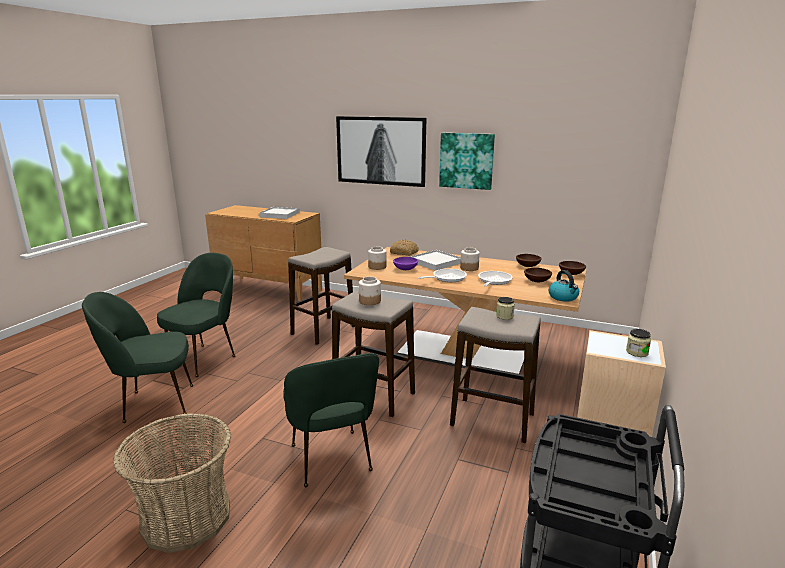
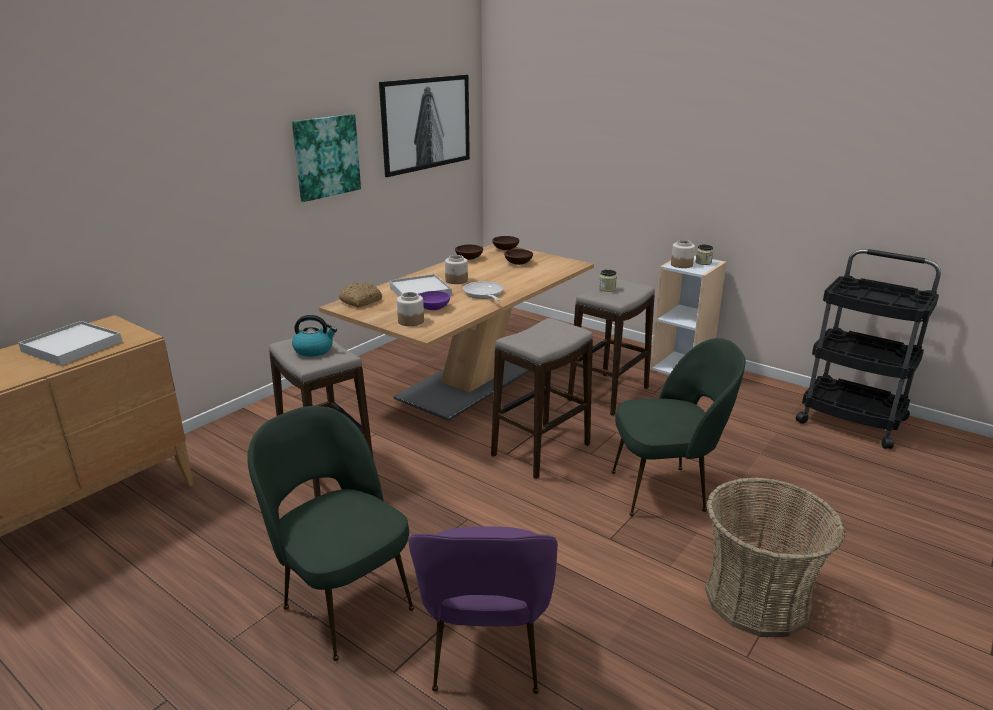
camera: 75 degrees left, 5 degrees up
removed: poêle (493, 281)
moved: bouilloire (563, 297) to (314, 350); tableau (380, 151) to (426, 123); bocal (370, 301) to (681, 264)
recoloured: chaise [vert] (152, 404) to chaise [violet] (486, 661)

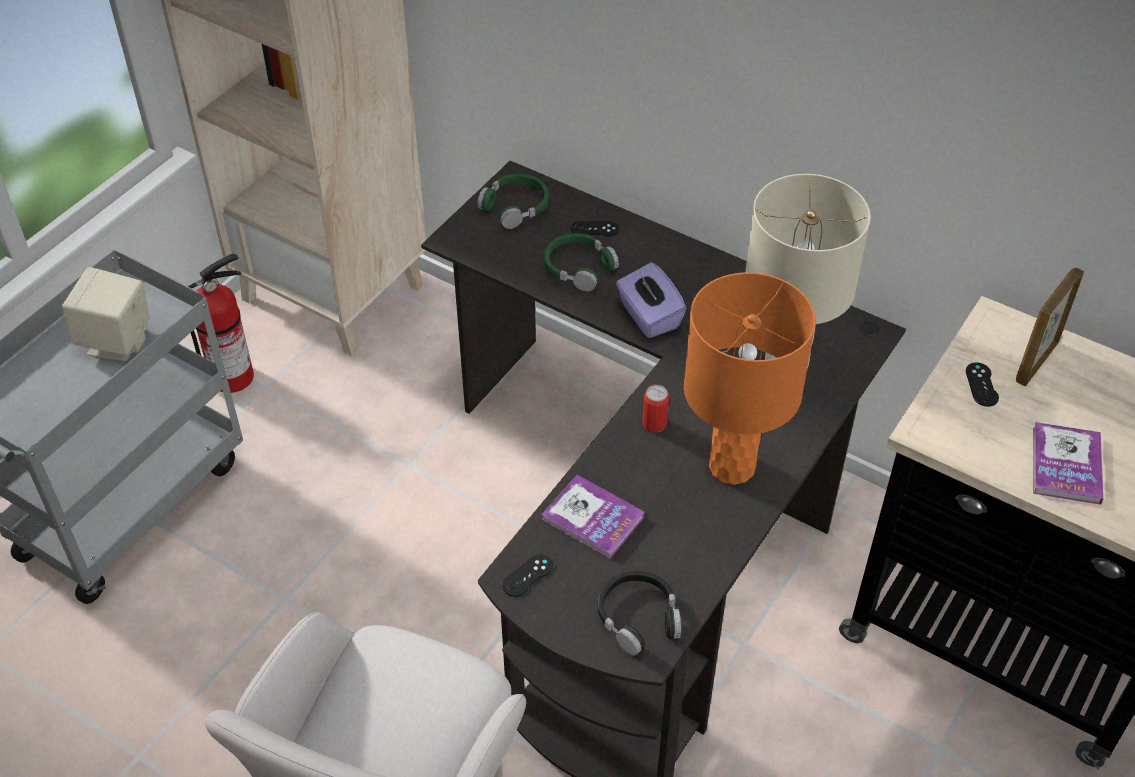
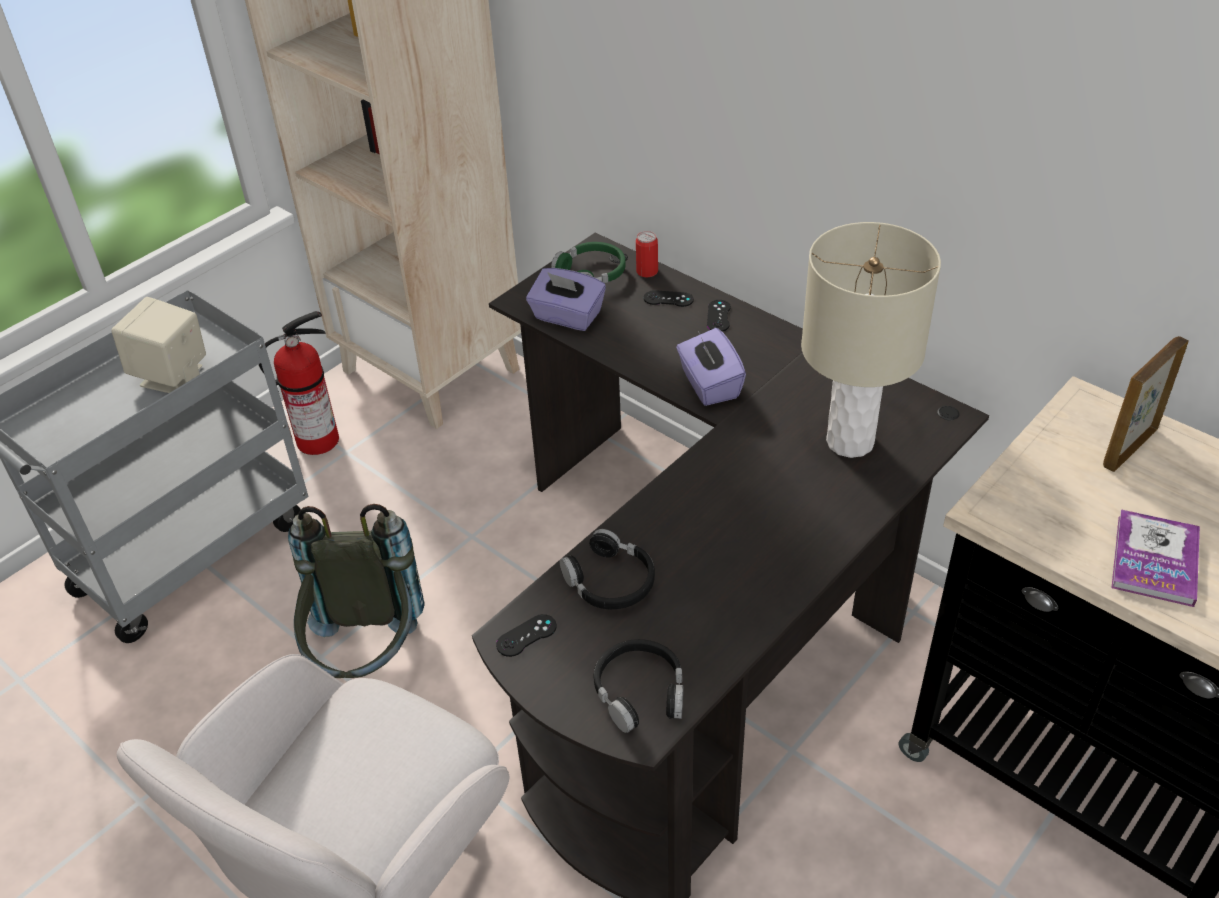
camera: 10 degrees right, 5 degrees down
removed: casque audio [vert] (578, 267); lampe de table [orange] (731, 466)
added: sac à dos [gris] (367, 659); boîte à mouchoirs [violet] (567, 317)
moved: boîte métallique (654, 424) to (647, 271); manette [noir] (981, 384) to (718, 316)
replaced: livre (593, 518) to casque audio [noir] (610, 581)

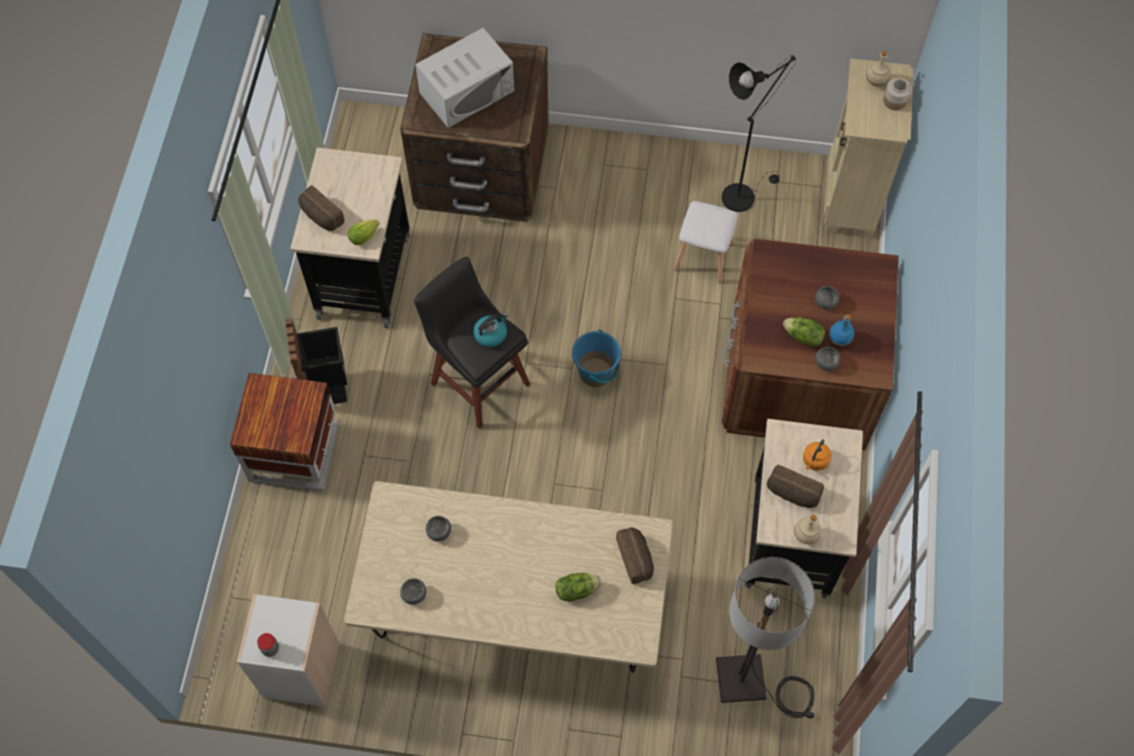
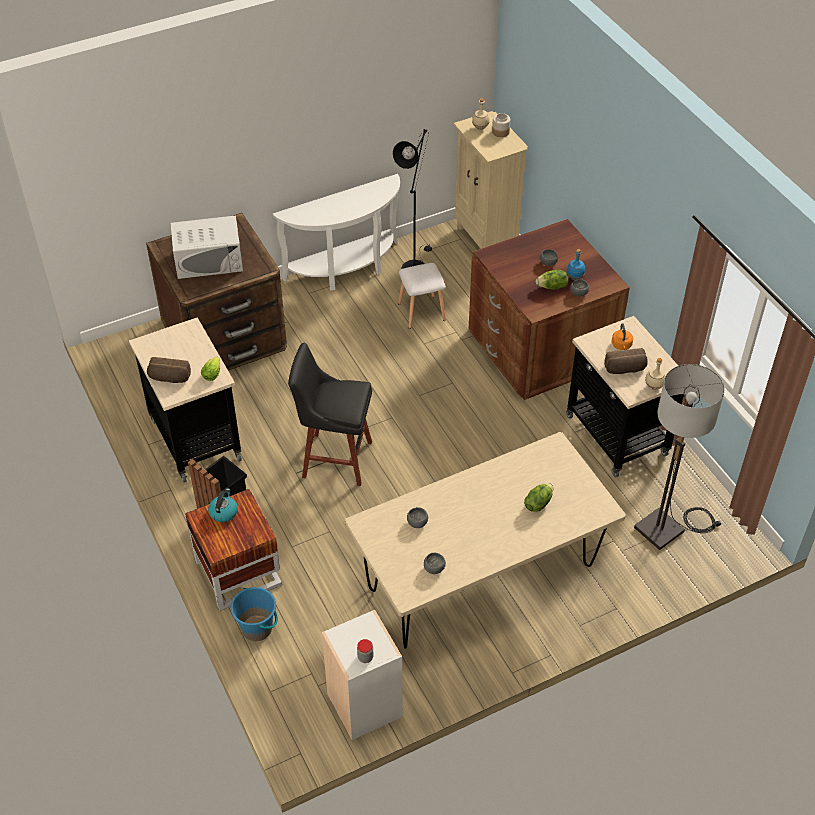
camera: 35 degrees left, 15 degrees down
removed: pain (636, 558)
added: table console [blanc] (347, 270)
moved: bouilloire (491, 334) to (223, 512); seau [bleu] (596, 373) to (257, 628)
turned: micro-ondes [blanc] (467, 91) = (209, 260) 60 degrees clockwise

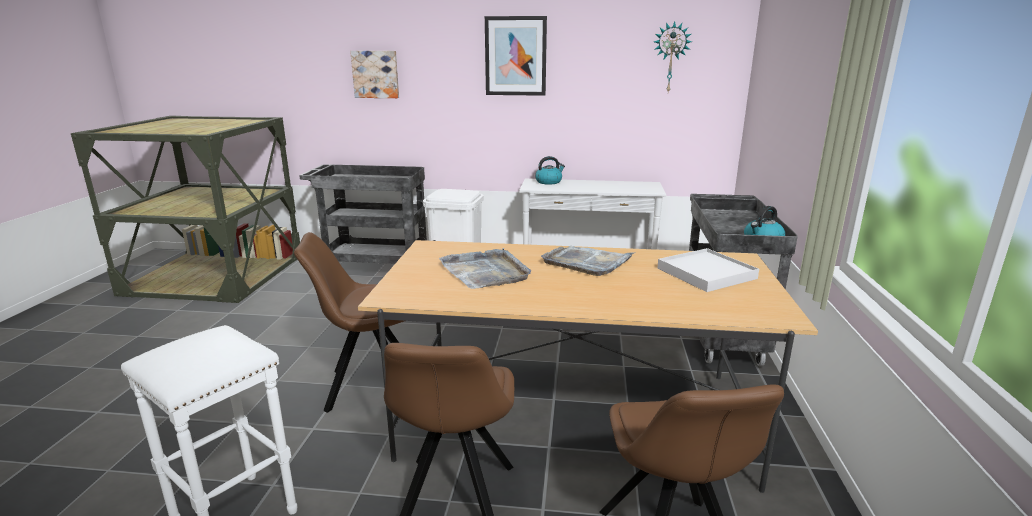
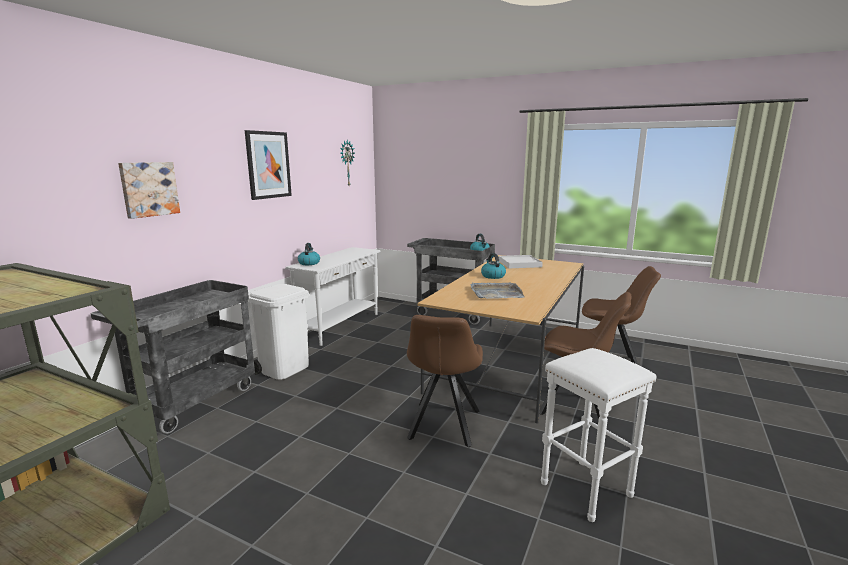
camera: 70 degrees left, 5 degrees down
replaced: plateau [gris] (587, 262) to bouilloire (492, 276)

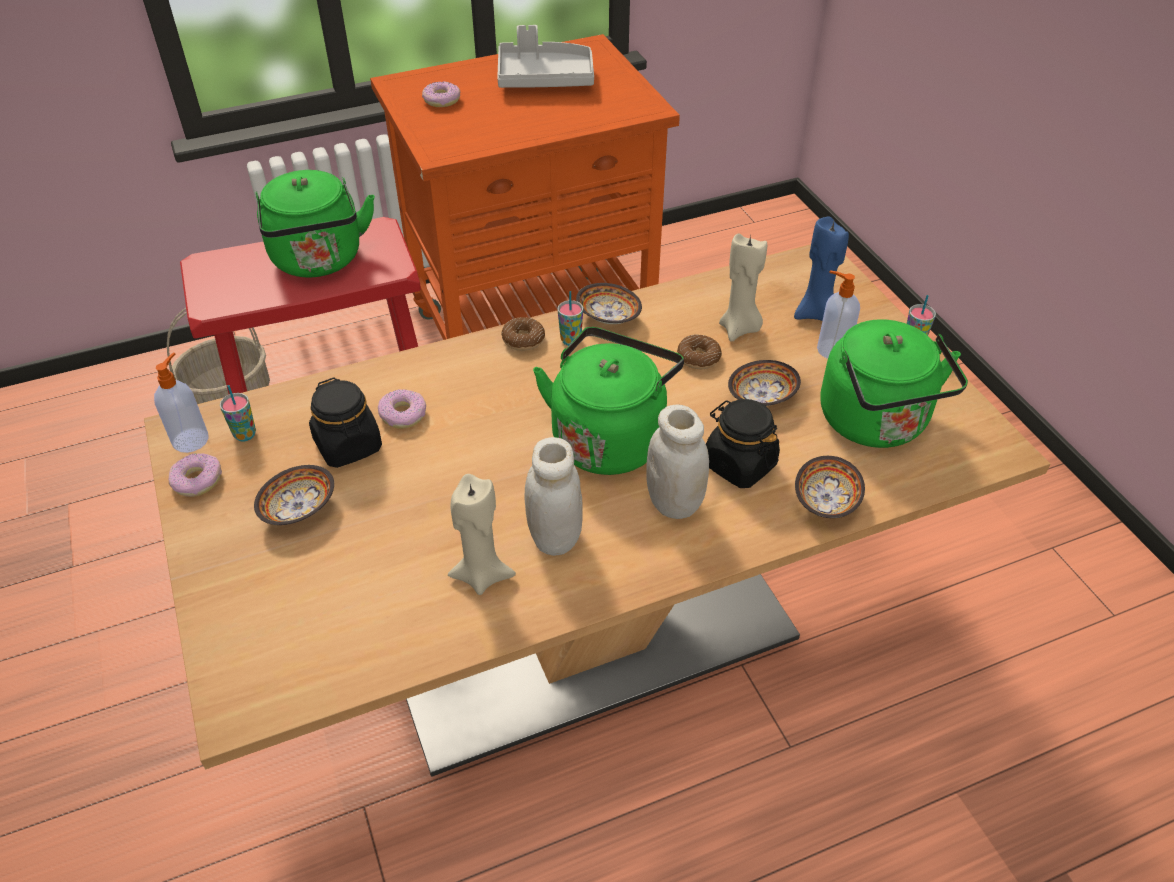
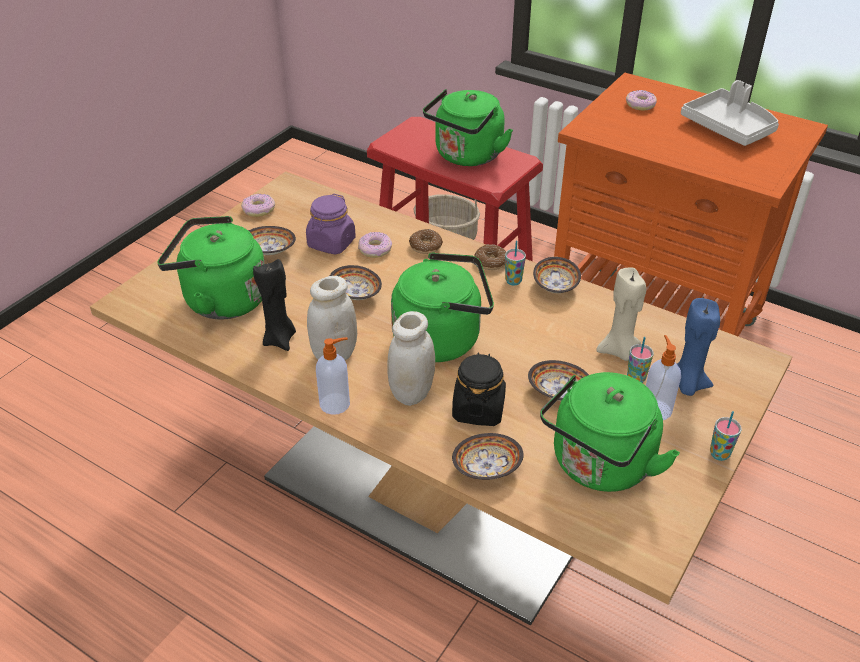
camera: 55 degrees right, 5 degrees down
added: bouilloire [vert] (220, 300); bol (356, 293)
moved: distributeur de savon (191, 439) to (336, 403); beignet (698, 358) to (425, 246); tasse (245, 435) to (635, 379)
recoloured: bougie [beige] (482, 575) to bougie [noir] (280, 339); bocal [noir] (348, 445) to bocal [violet] (331, 243)

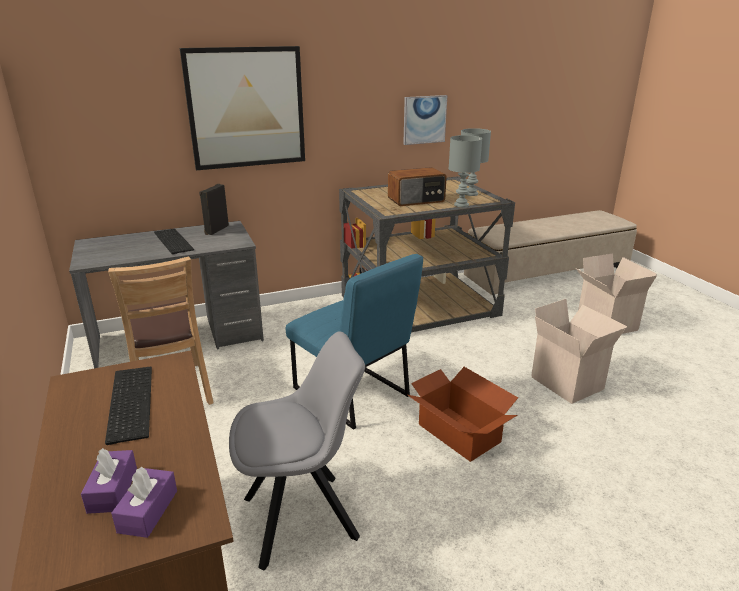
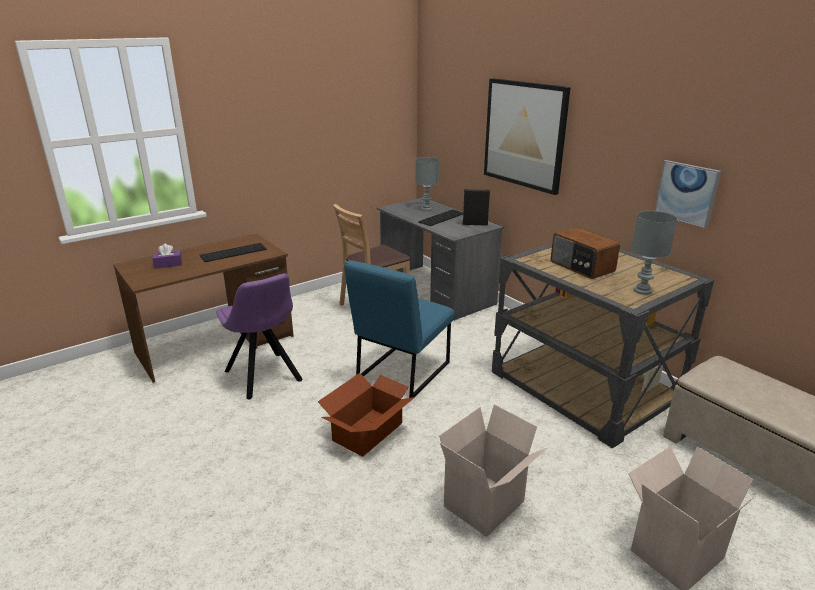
camera: 75 degrees right, 0 degrees up
removed: boîte à mouchoirs [violet] (148, 511)
moved: lampe de table [gris] (461, 205) to (427, 209)
recoloured: chaise [gris] (301, 518) to chaise [violet] (264, 376)

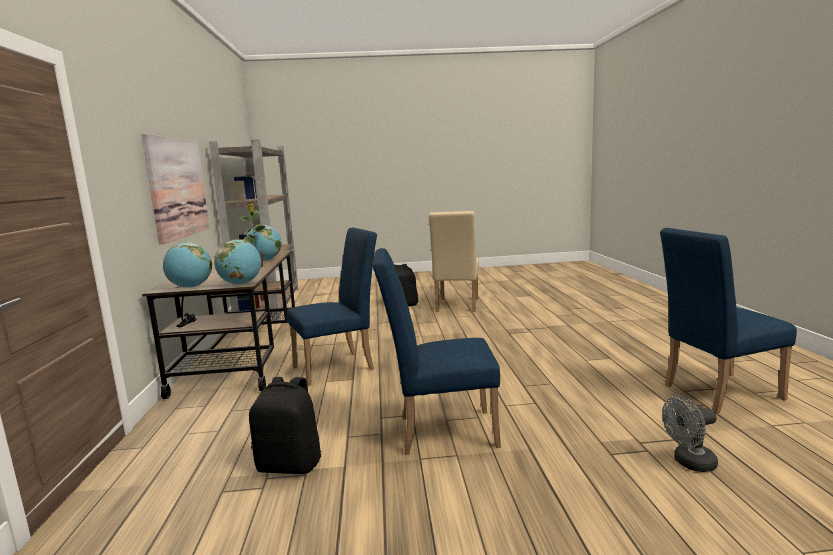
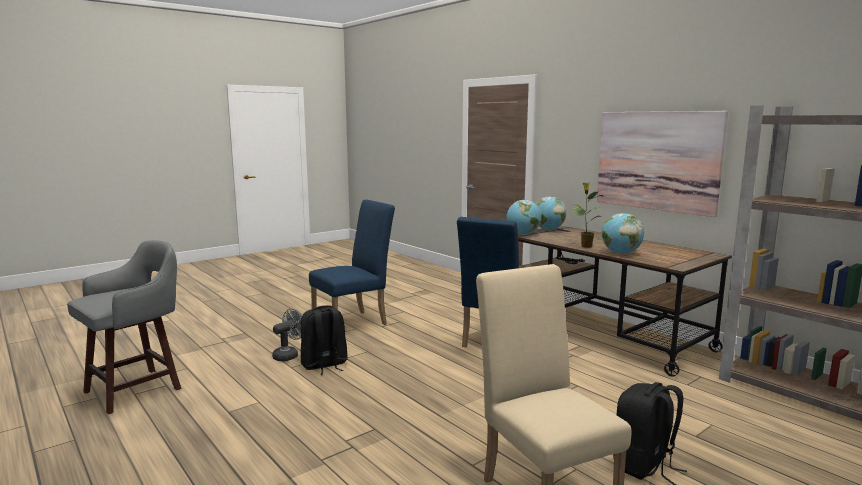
camera: 145 degrees right, 0 degrees up
moved: ventilateur [gris] (689, 463) to (289, 355); sac à dos [noir] (290, 464) to (324, 365)
replaced: chaise [bleu] (715, 392) to tabouret [gris] (137, 389)

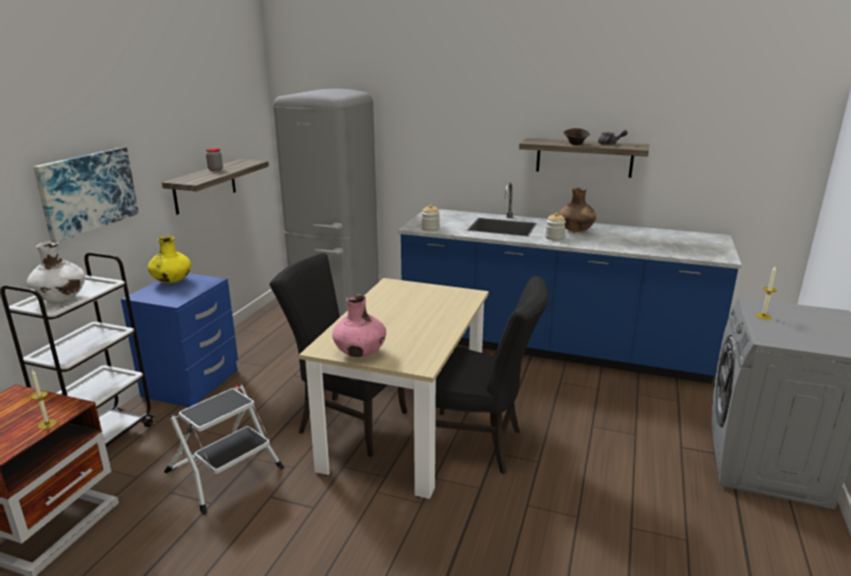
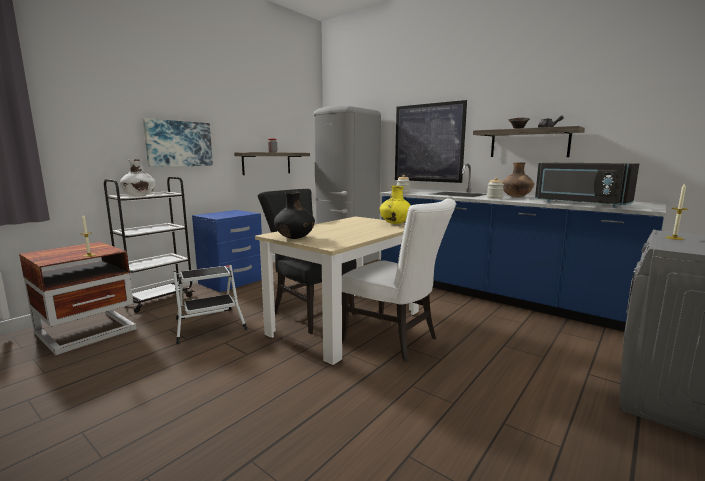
camera: 20 degrees right, 10 degrees down
added: tableau (428, 143); micro-ondes [noir] (580, 204)
moved: vase [jaune] (171, 281) to (395, 223)
recoloured: vase [rose] (360, 353) to vase [noir] (295, 238); chaise [noir] (476, 444) to chaise [blanc] (395, 340)

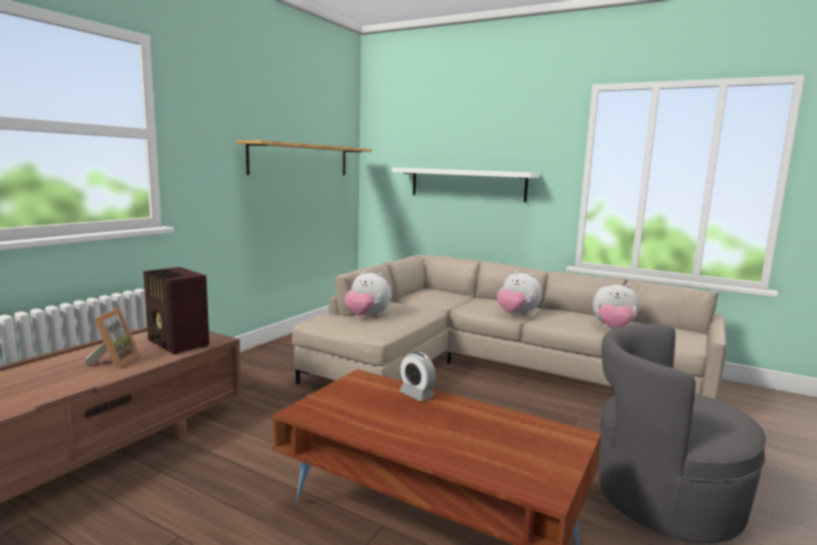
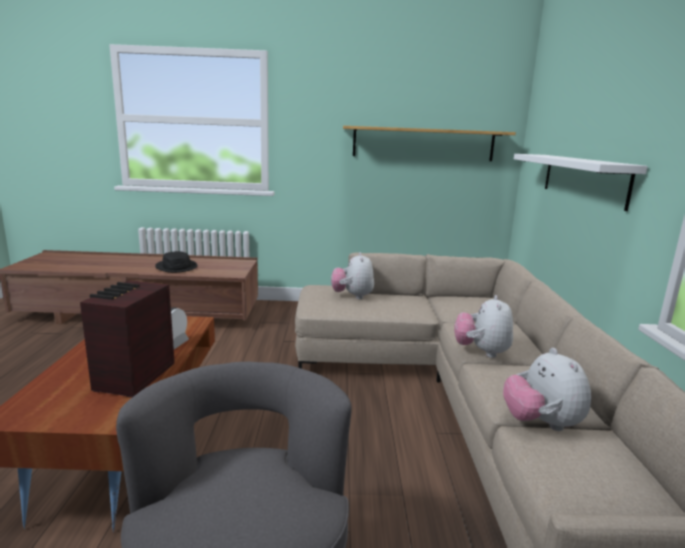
camera: 60 degrees right, 5 degrees up
moved: radio (177, 344) to (132, 378)
replaced: cadre photo (114, 361) to chapeau [noir] (176, 267)

